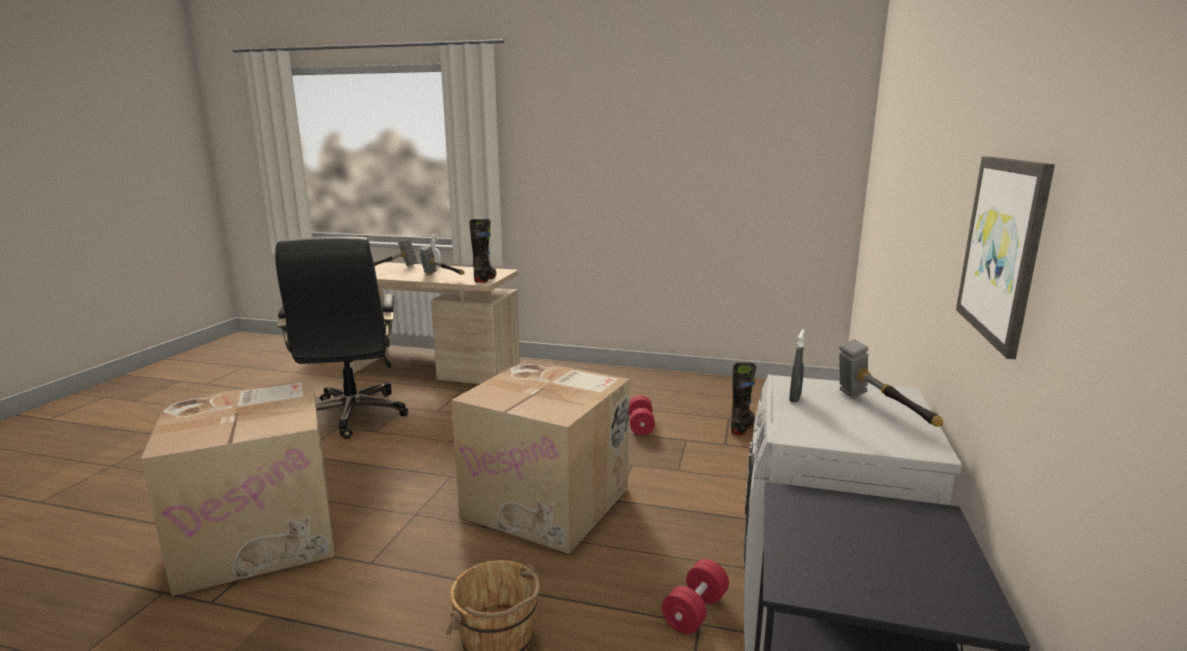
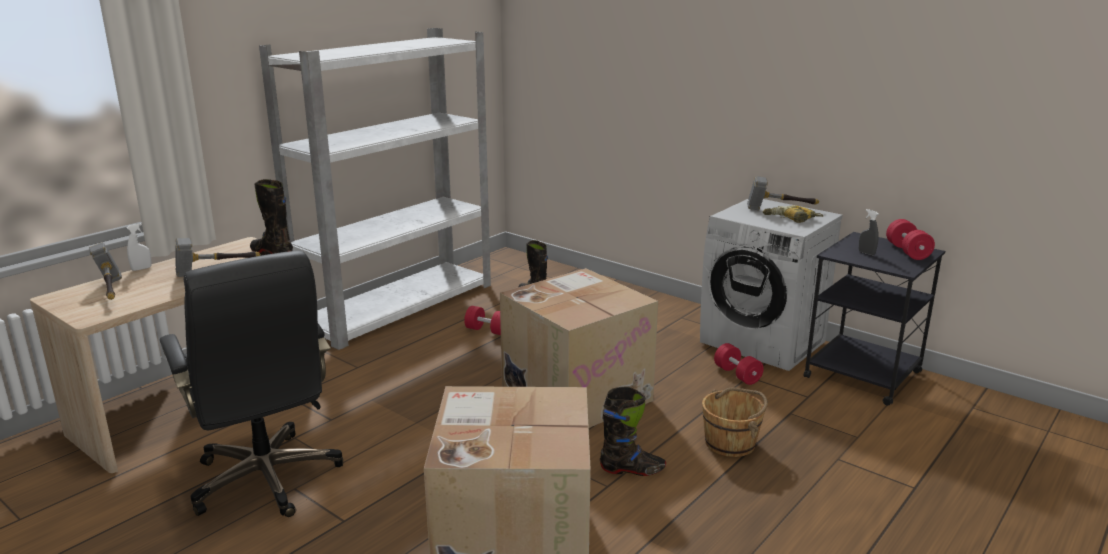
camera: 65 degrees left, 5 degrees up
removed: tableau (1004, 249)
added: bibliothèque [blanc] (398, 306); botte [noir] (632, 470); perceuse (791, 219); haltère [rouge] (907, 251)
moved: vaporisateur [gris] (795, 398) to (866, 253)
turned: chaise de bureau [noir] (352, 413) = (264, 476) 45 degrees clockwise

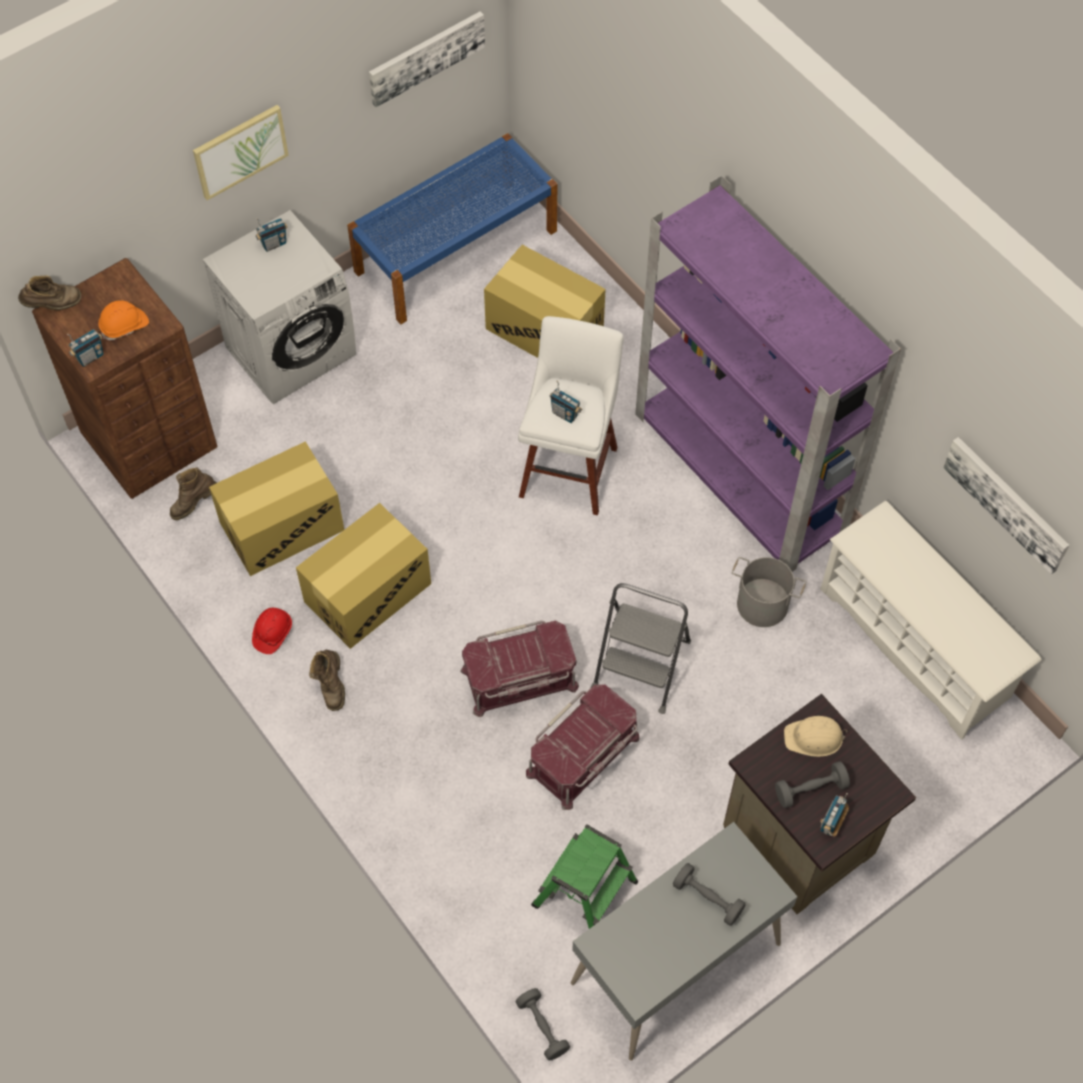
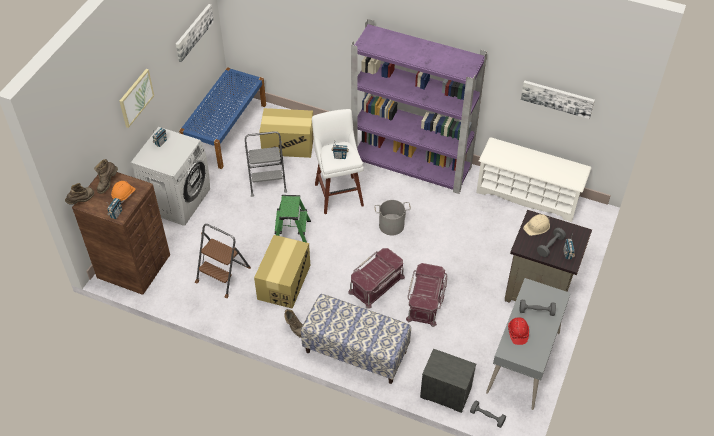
camera: 30 degrees left, 10 degrees down
added: banc (355, 352); table de chevet (445, 392)
moved: botte [marron] (194, 504) to (107, 183); escabeau [gris] (643, 661) to (267, 178); escabeau [vert] (585, 892) to (292, 233); seau [gris] (762, 605) to (391, 225); casque de chantier [rouge] (272, 633) to (517, 333)
replaced: carton (282, 526) to escabeau [marron] (224, 273)

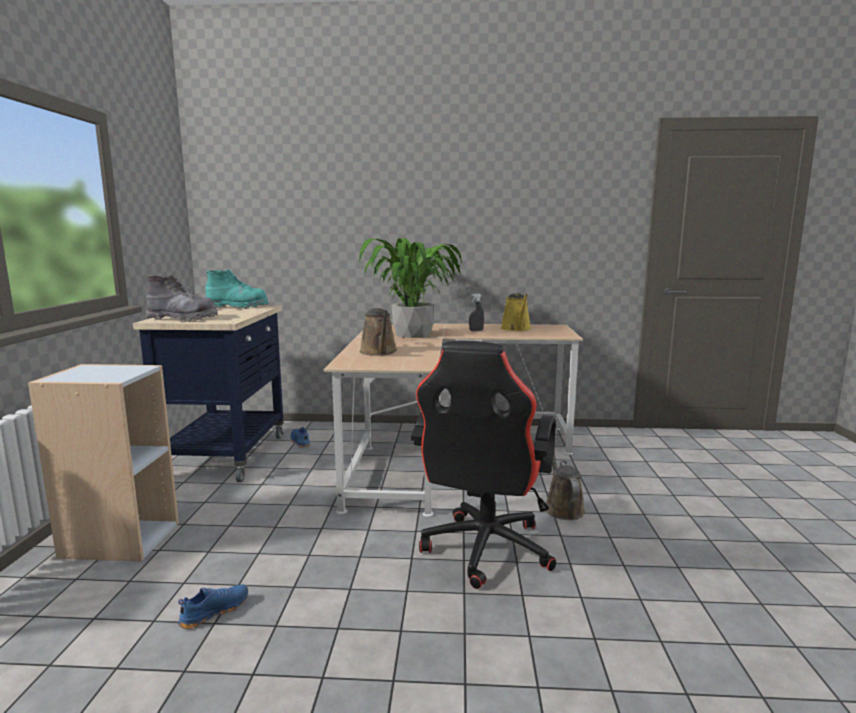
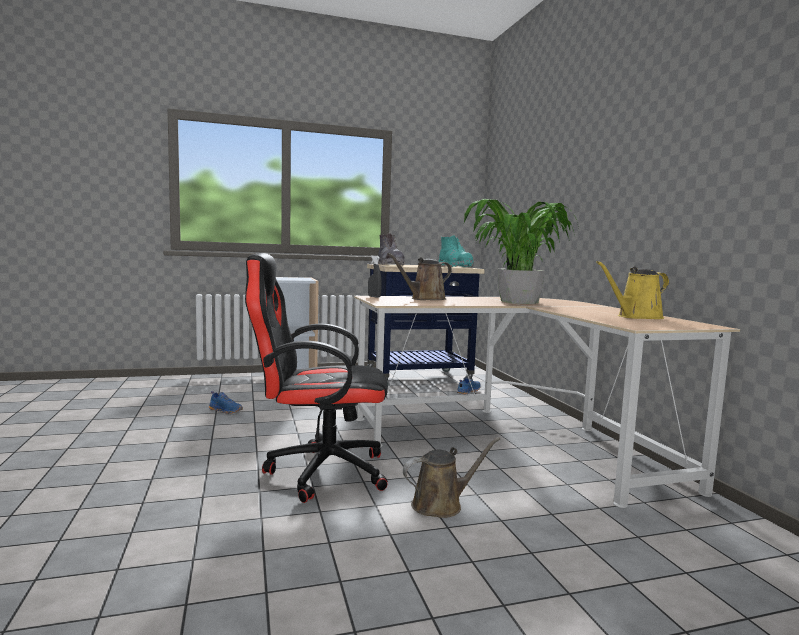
camera: 70 degrees right, 5 degrees down
moved: vaporisateur [gris] (476, 330) to (374, 297)

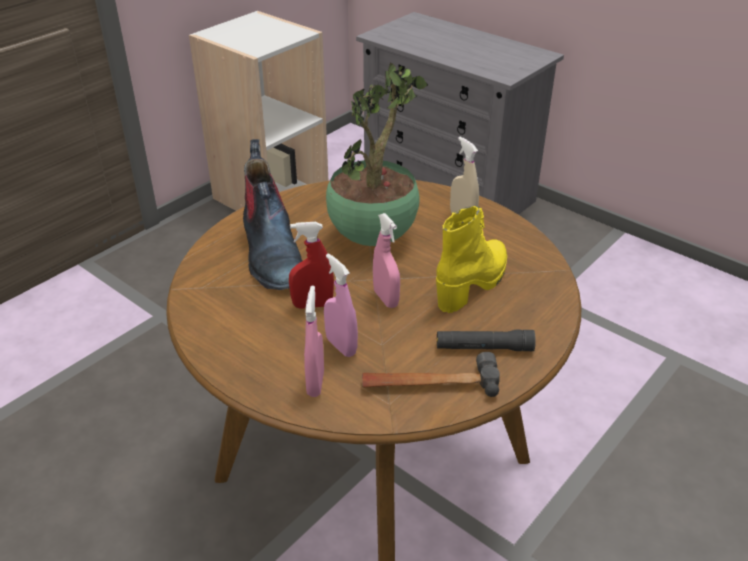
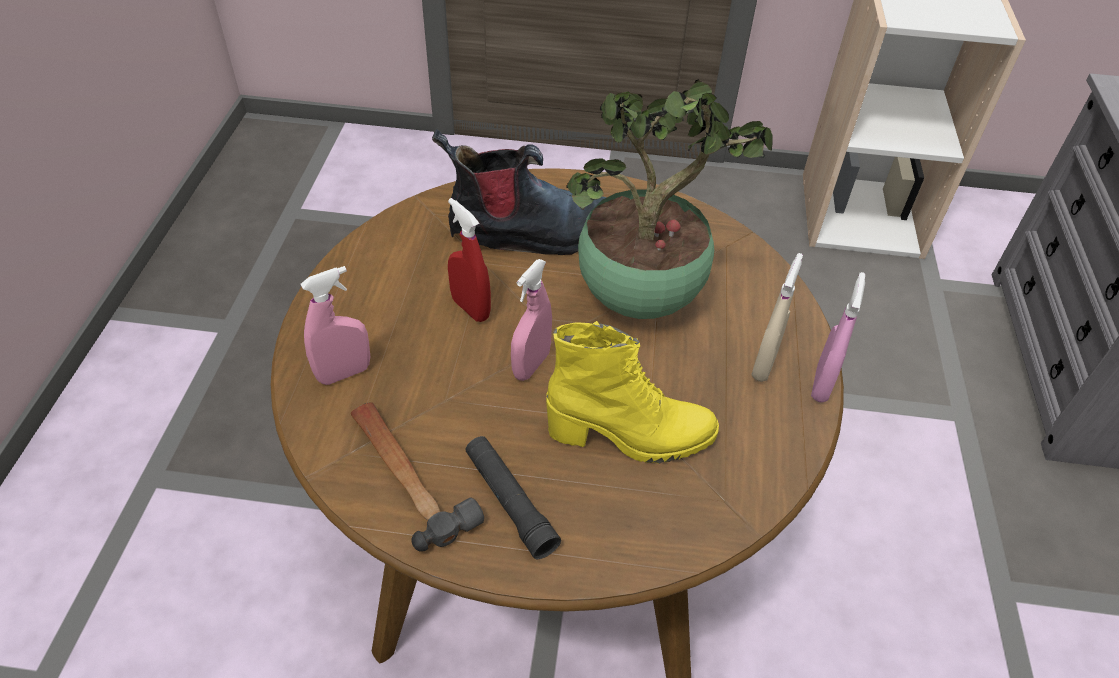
camera: 55 degrees right, 10 degrees up
moved: vaporisateur [rose] (341, 346) to (821, 384)
turned: botte (271, 253) = (532, 233) 135 degrees counterclockwise

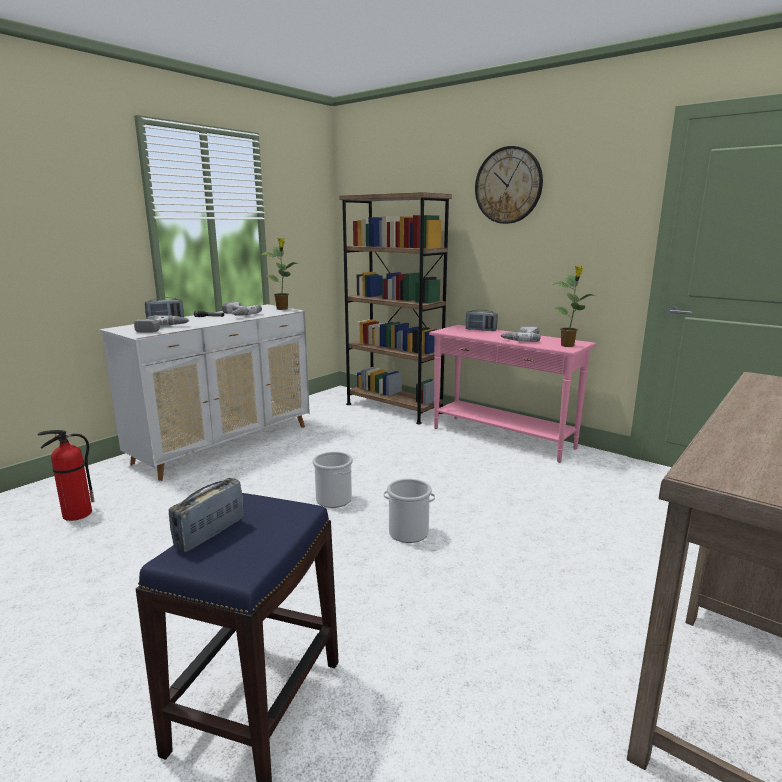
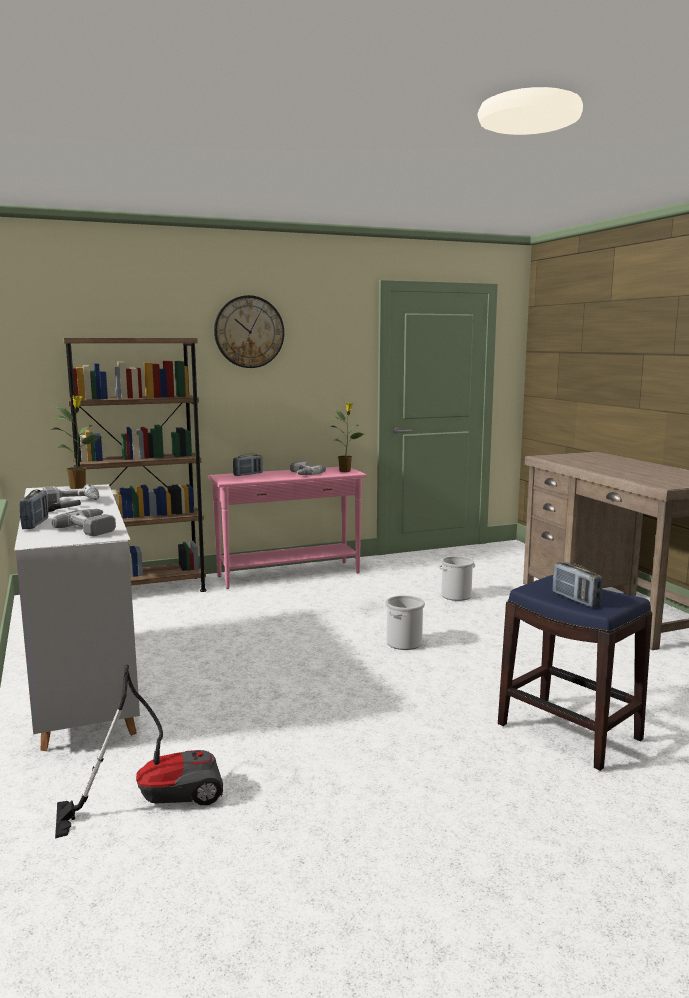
camera: 60 degrees left, 5 degrees down
moved: seau (334, 499) to (456, 596)
replaced: extincteur (76, 514) to aspirateur (156, 797)

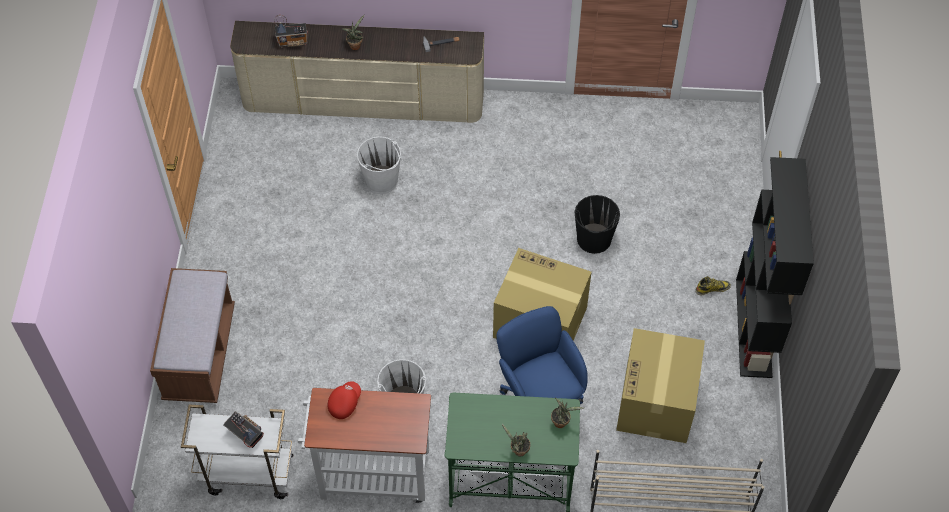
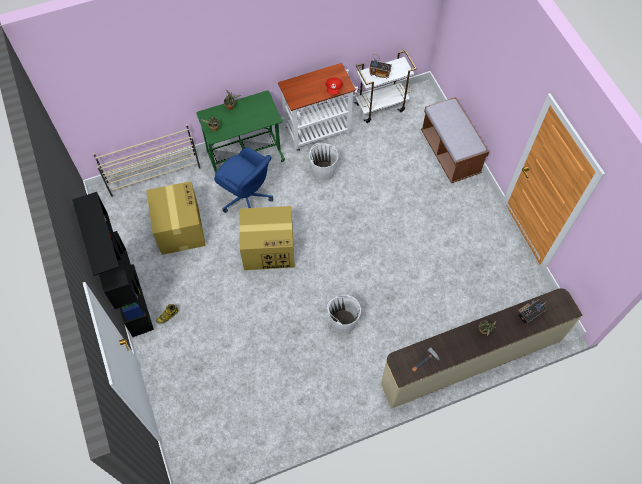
camera: 155 degrees right, 5 degrees up
removed: seau [noir] (593, 239)
moved: seau [blanc] (381, 180) to (343, 322)

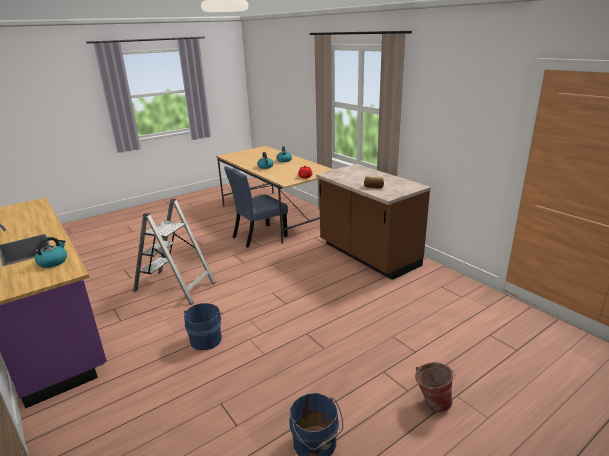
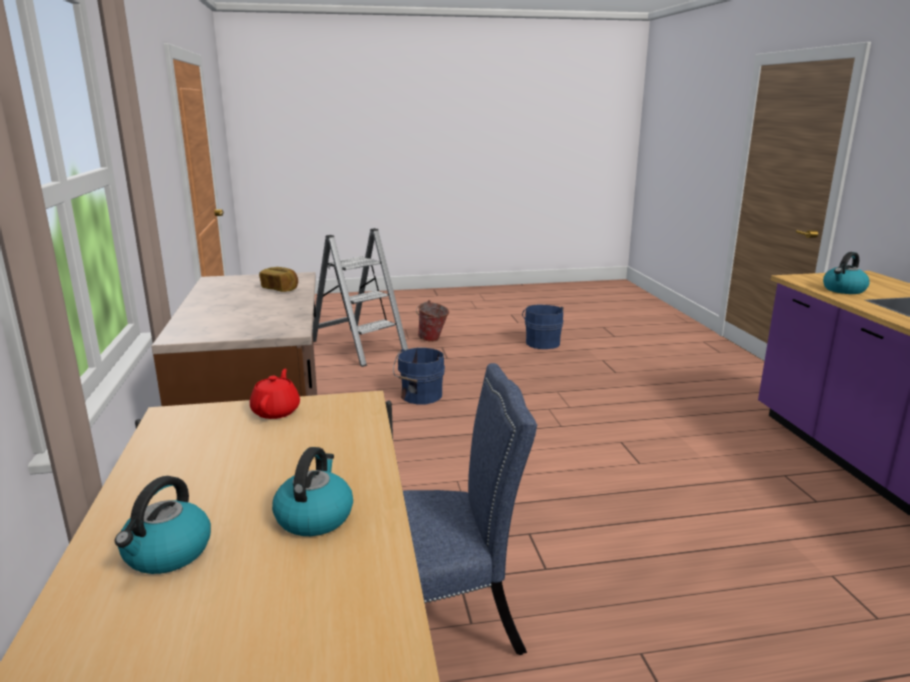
camera: 155 degrees left, 5 degrees down
moved: escabeau [gris] (175, 287) to (357, 346); seau [bleu] (206, 339) to (420, 396)

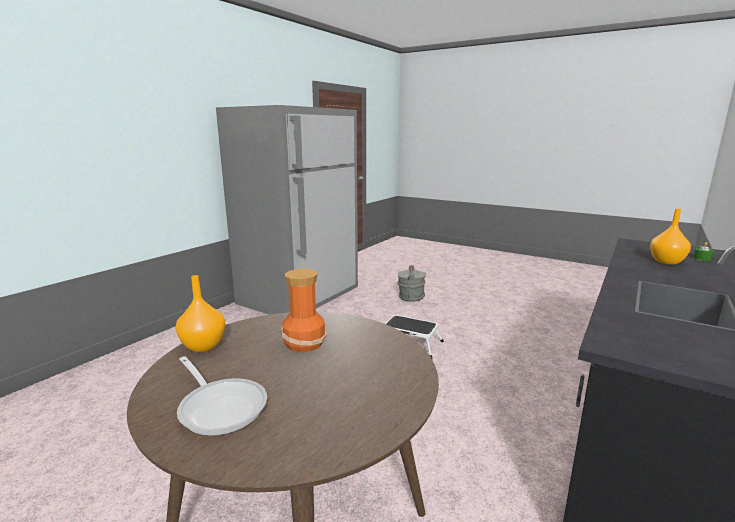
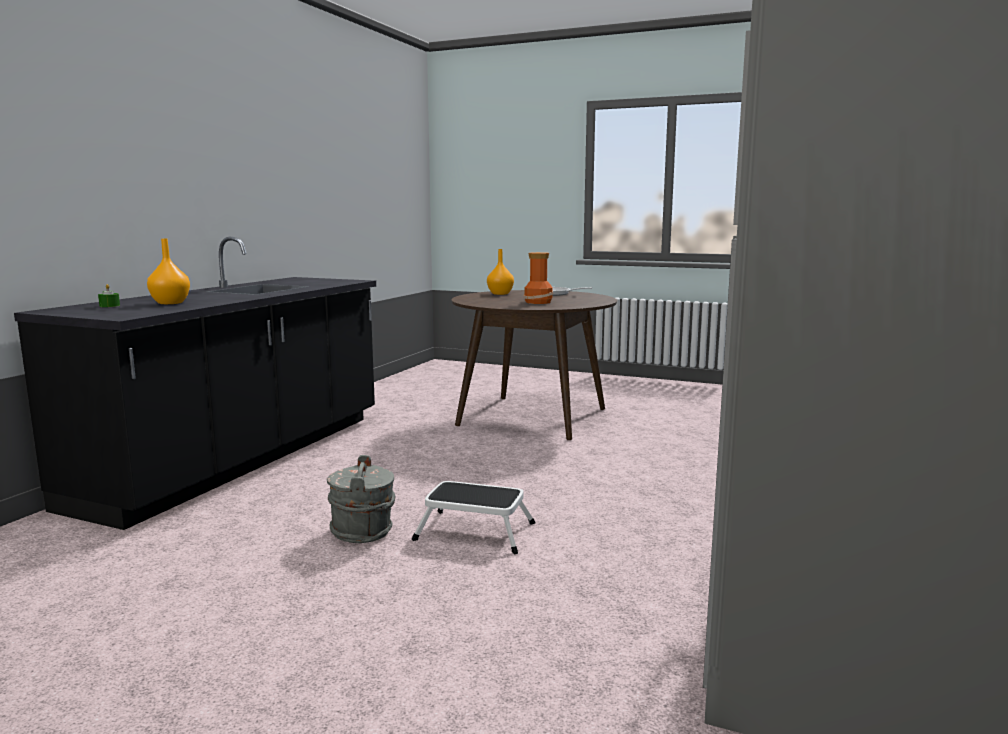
camera: 170 degrees right, 5 degrees down
moved: seau [gris] (410, 297) to (363, 532); vase [orange] (202, 346) to (500, 293)

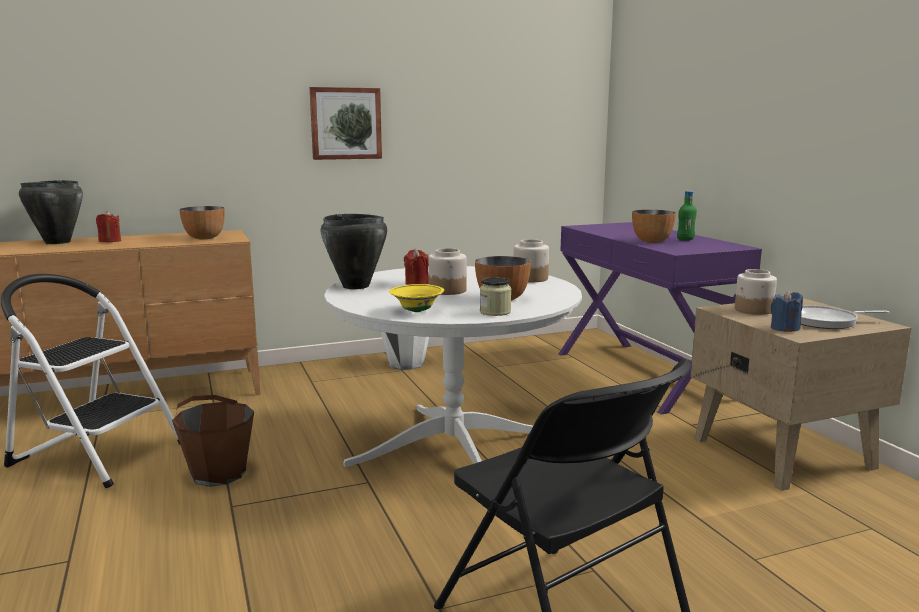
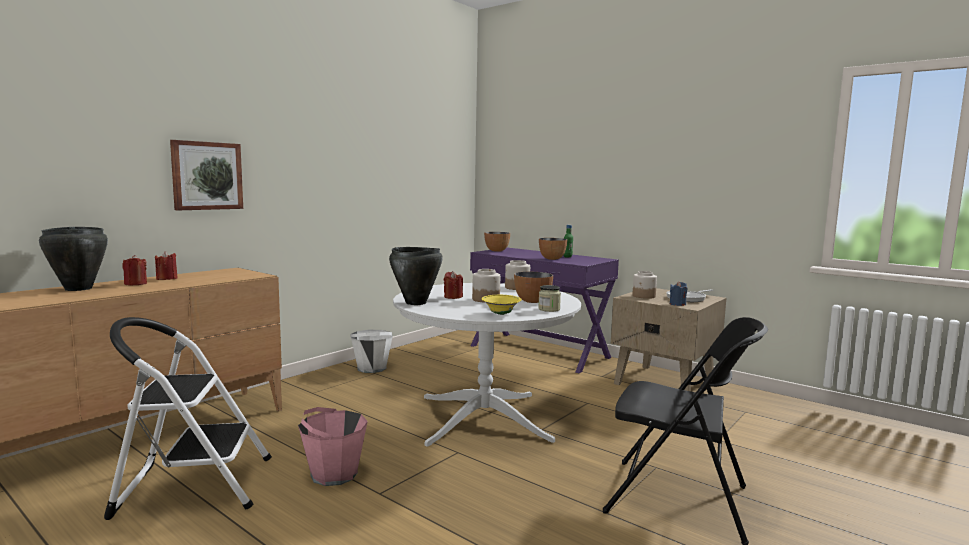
camera: 30 degrees left, 5 degrees down
added: bougie [rouge] (167, 278)
moved: tableau (345, 123) to (207, 176); bol (204, 238) to (496, 250)
recoloured: seau [marron] (218, 473) to seau [rose] (333, 474)

